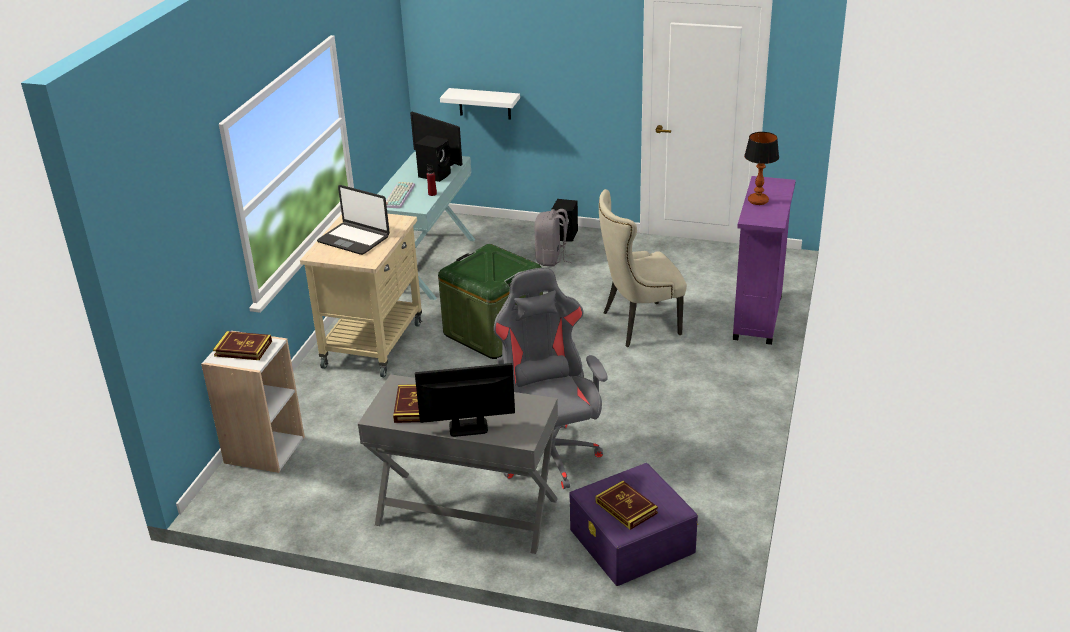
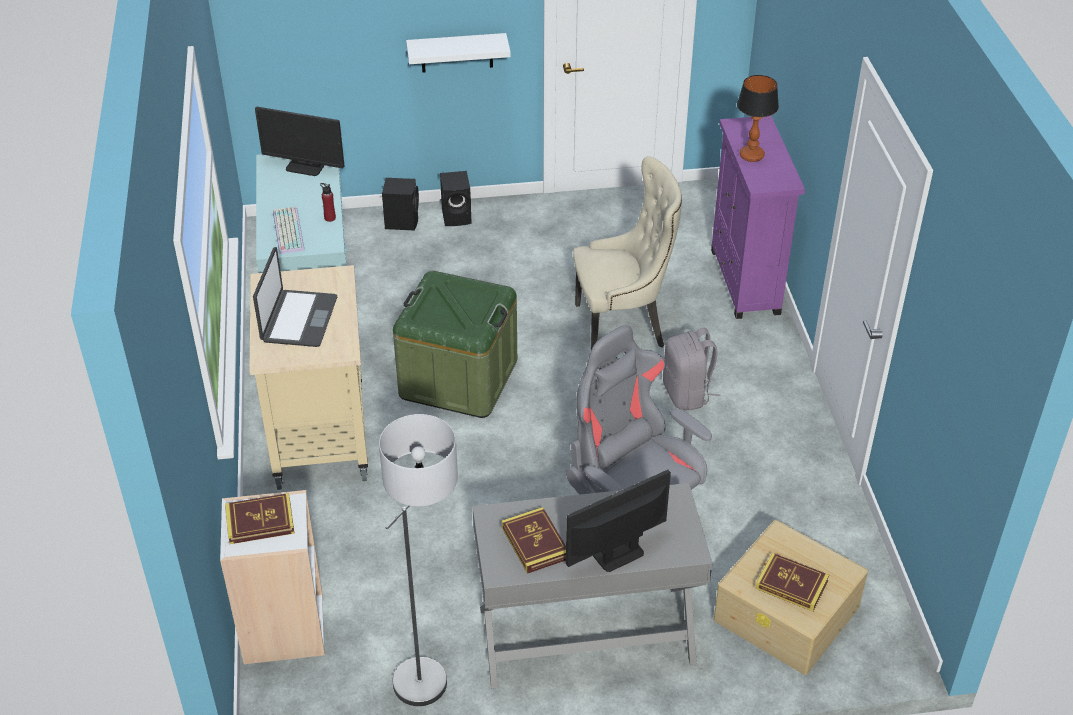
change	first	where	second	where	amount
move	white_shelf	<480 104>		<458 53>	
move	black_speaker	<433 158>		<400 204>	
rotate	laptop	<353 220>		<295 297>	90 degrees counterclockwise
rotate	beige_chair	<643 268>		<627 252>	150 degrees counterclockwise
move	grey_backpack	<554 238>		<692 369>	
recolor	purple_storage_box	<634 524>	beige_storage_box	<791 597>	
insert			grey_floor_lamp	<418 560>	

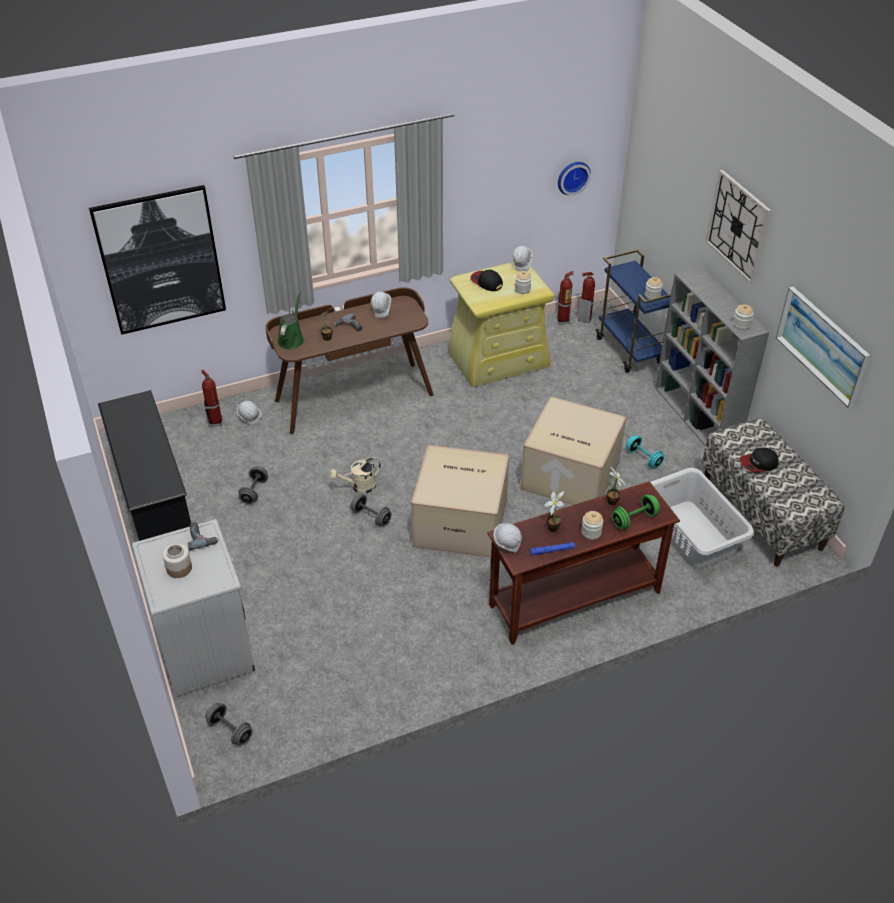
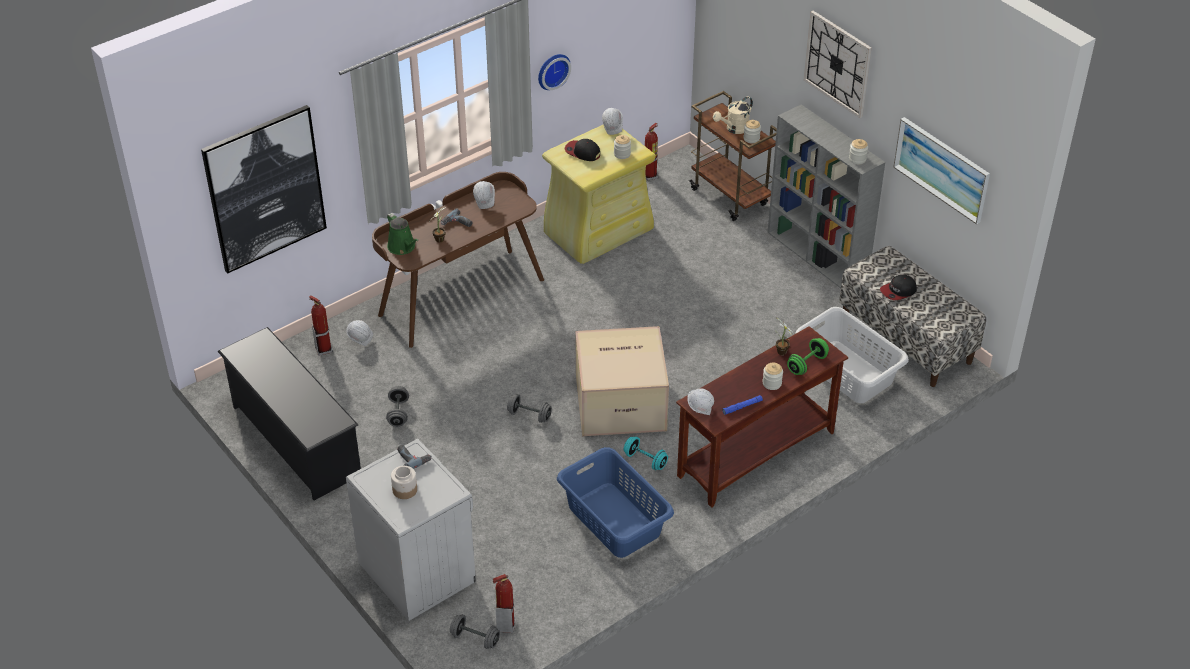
change	first	where	second	where	amount
move	wall_clock	<574 178>		<554 72>	
recolor	blue_cart	<634 311>	brown_cart	<733 156>	
move	fire_extinguisher	<586 297>		<504 603>	
rotate	green_watering_can	<290 321>		<403 234>	150 degrees clockwise
delete	cardboard_box	<573 451>			
move	turquoise_dumbbell	<645 452>		<646 453>	
move	beige_watering_can	<355 475>		<733 115>	
delete	potted_plant	<554 511>			
insert			blue_laundry_basket	<615 502>	

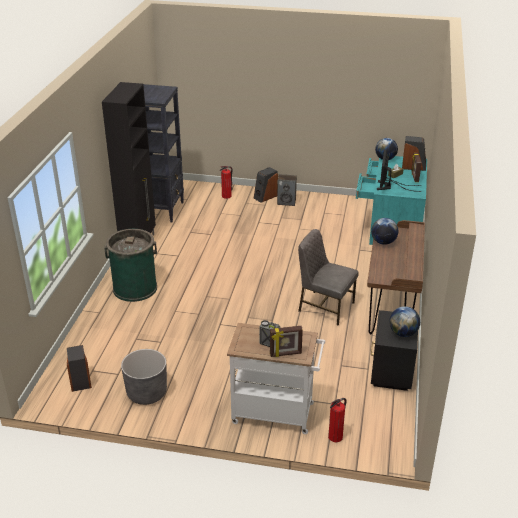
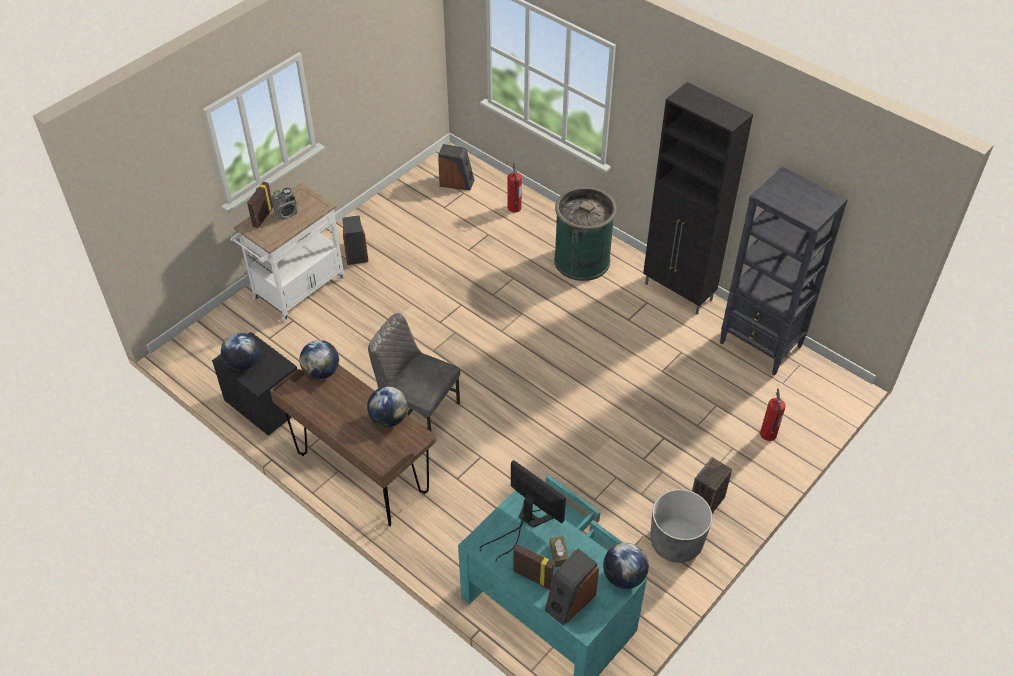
change	first	where	second	where	amount
move	speaker	<266 185>		<355 240>	
rotate	grey_chair	<328 277>		<414 372>	120 degrees counterclockwise
move	grey_planter	<144 377>		<681 526>	
move	fire_extinguisher	<337 420>		<514 188>	
insert			globe	<319 359>	

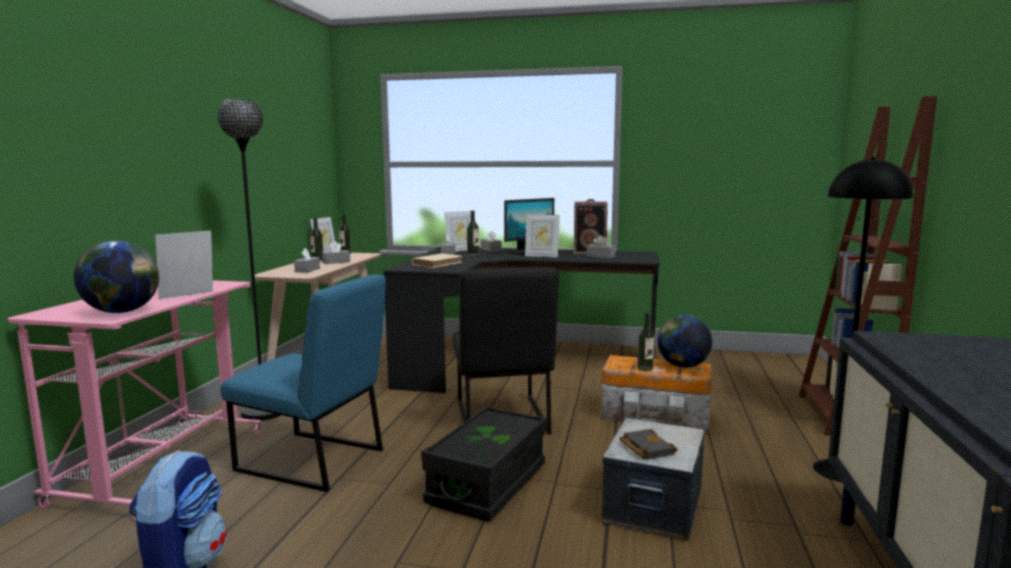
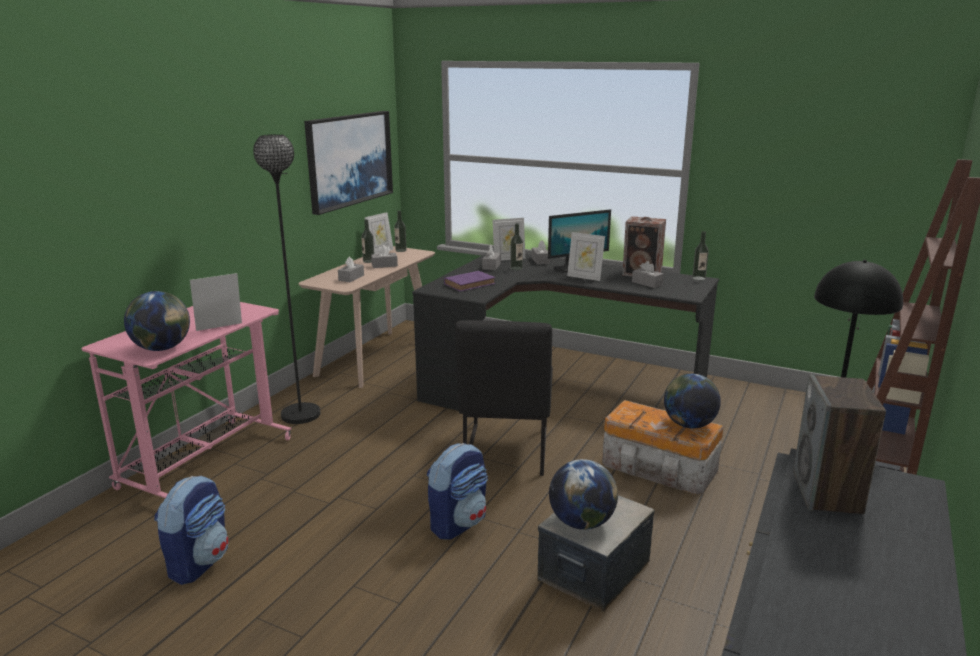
change	first	where	second	where	amount
recolor	beige_book	<437 260>	purple_book	<469 281>	
delete	blue_chair	<303 383>			
move	bottle	<646 342>		<700 255>	
replace	black_storage_box	<484 463>	backpack	<457 491>	
replace	black_book	<648 444>	globe	<583 494>	
insert			picture	<348 163>	
insert			speaker	<839 444>	

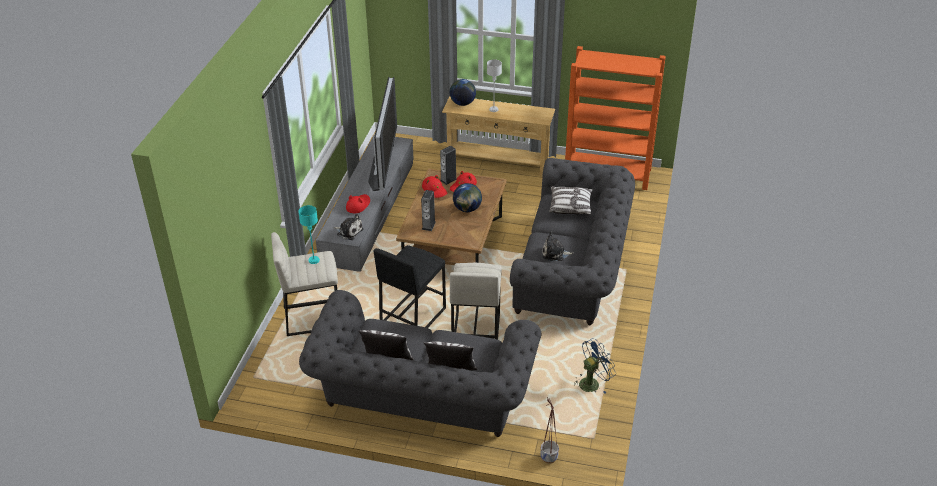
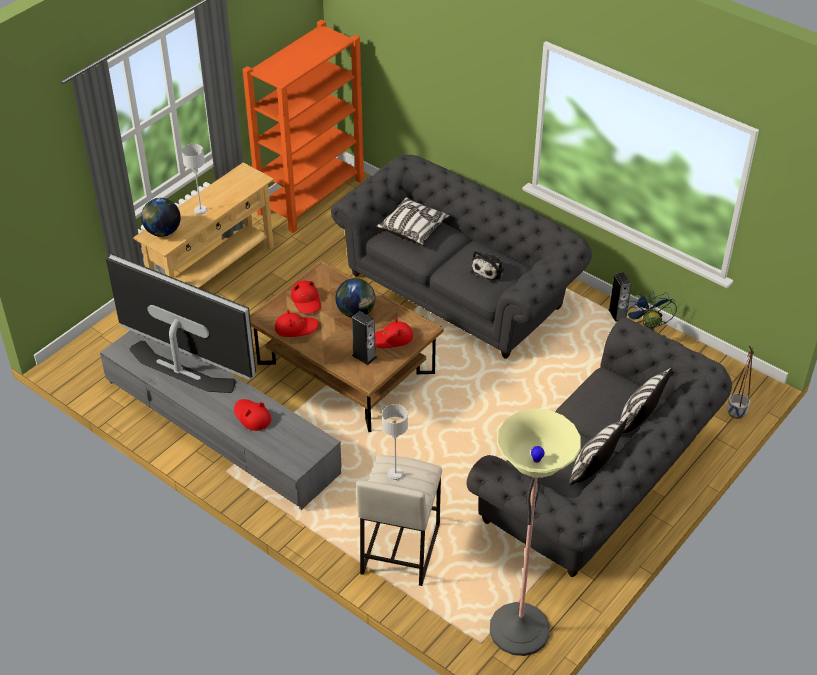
change	first	where	second	where	amount
move	speaker	<448 165>		<620 297>	
recolor	turquoise_table_lamp	<309 234>	grey_table_lamp	<395 442>	
delete	plush_toy	<348 227>			
delete	black_stool	<410 286>			
delete	beige_stool	<476 301>			
insert			red_hat	<394 333>	
insert			floor_lamp	<535 532>	

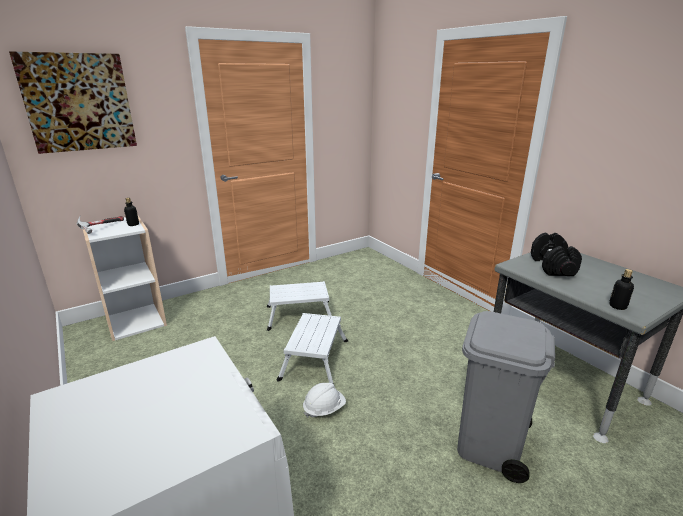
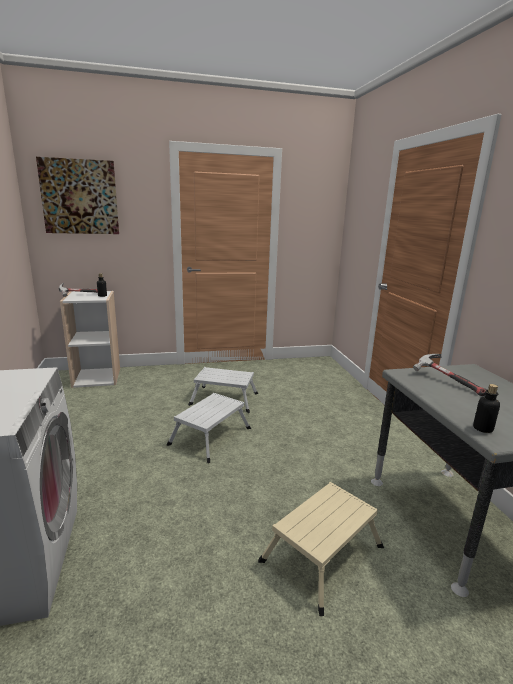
change	first	where	second	where	amount
replace	black_dumbbell	<556 254>	hammer	<450 375>	
replace	grey_trash_can	<506 397>	beige_step_ladder	<321 549>	
delete	white_hard_hat	<324 400>			

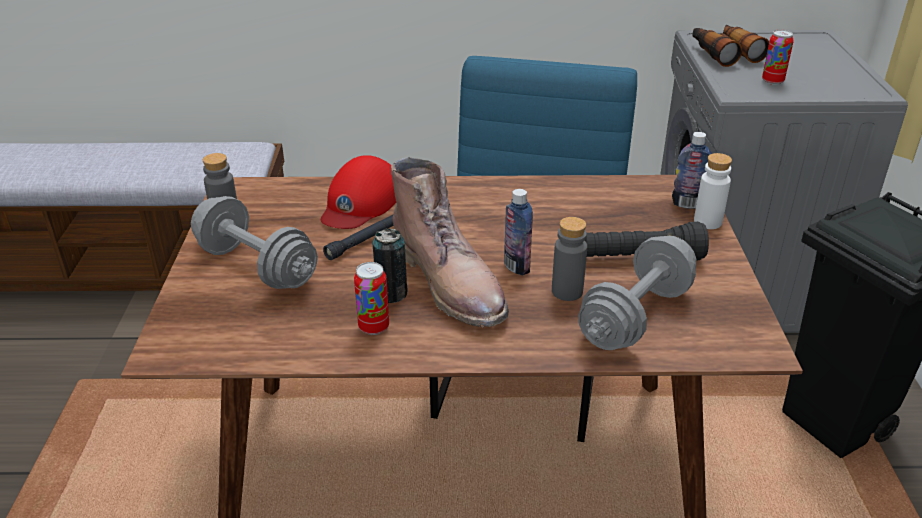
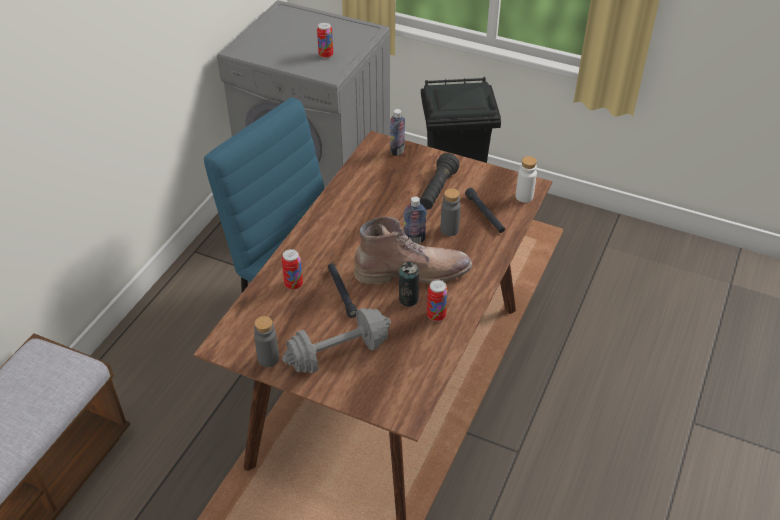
change	first	where	second	where	amount
delete	binoculars	<730 45>			
move	white_bottle	<713 191>		<526 179>	
replace	red_cap	<358 192>	can	<292 269>	
replace	grey_dumbbell	<637 293>	black_flashlight	<485 210>	

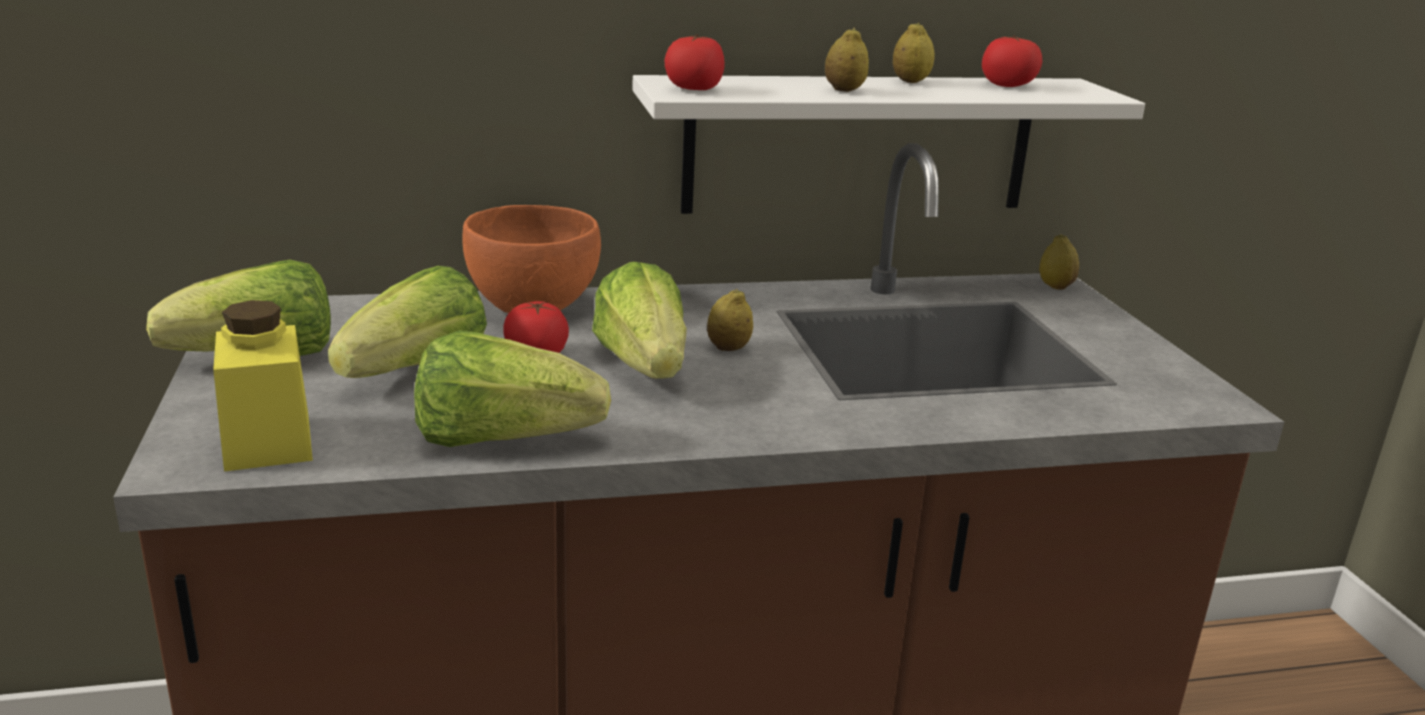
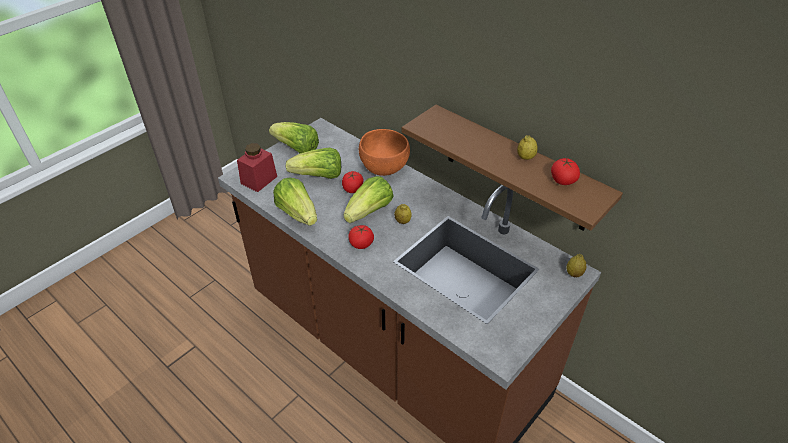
change	first	where	second	where	amount
delete	lemon	<847 60>			
move	tomato	<694 62>		<361 237>	
recolor	white_shelf	<888 144>	brown_shelf	<512 168>	
recolor	yellow_jar	<263 386>	red_jar	<257 167>	

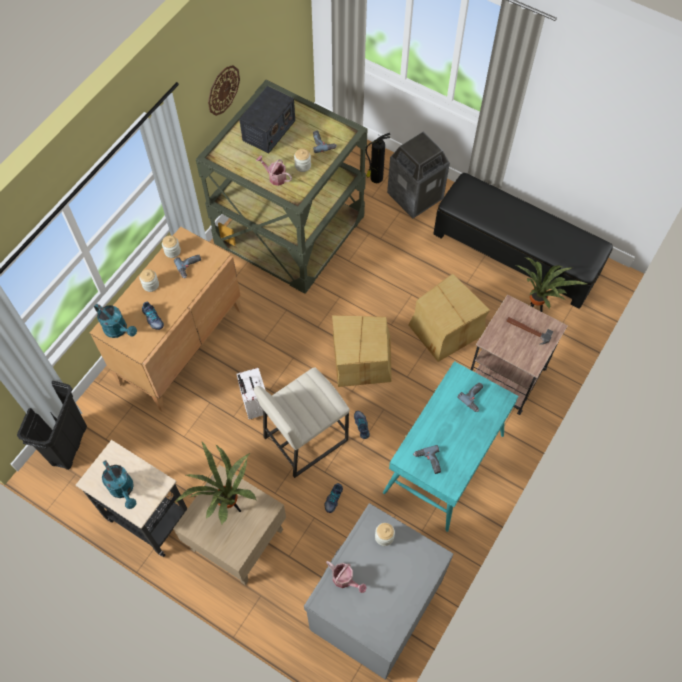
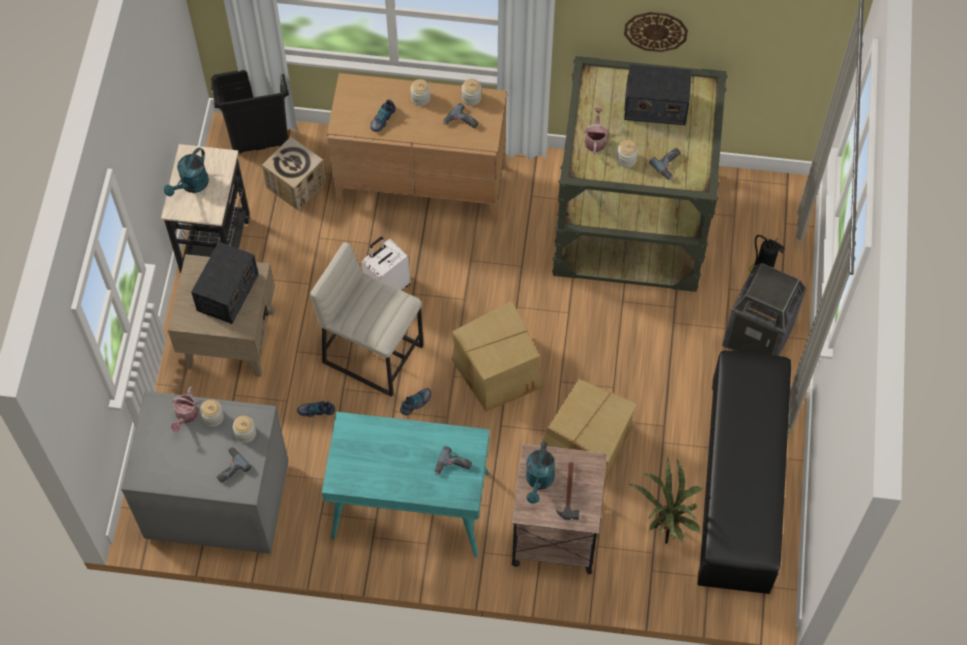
change	first	where	second	where	amount
move	turquoise_watering_can	<115 321>		<540 473>	
replace	potted_plant	<216 483>	radio	<224 283>	
move	power_drill	<427 459>		<234 465>	
insert			cardboard_box	<294 173>	
insert			jar	<212 413>	

